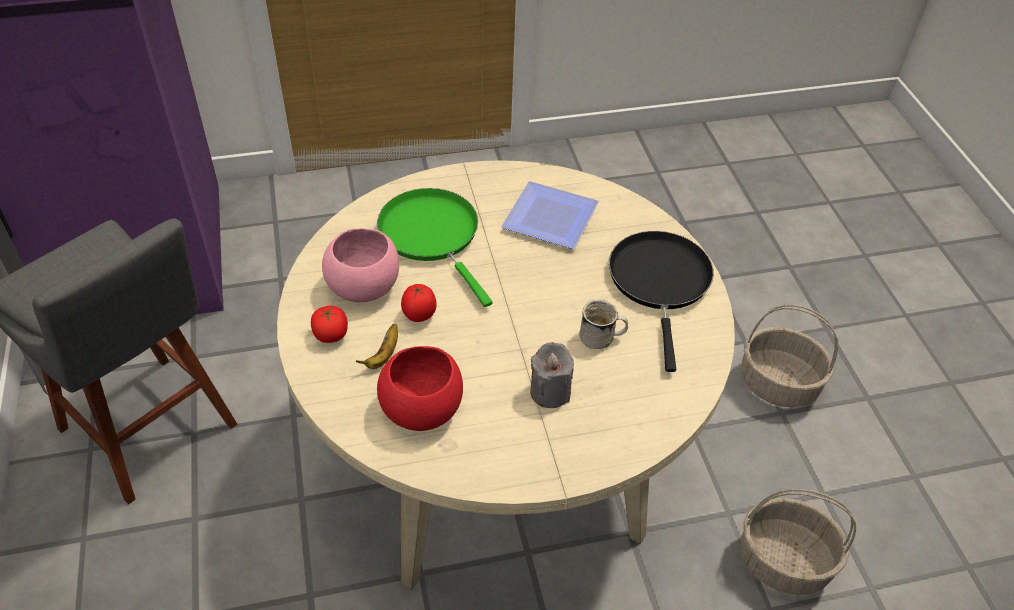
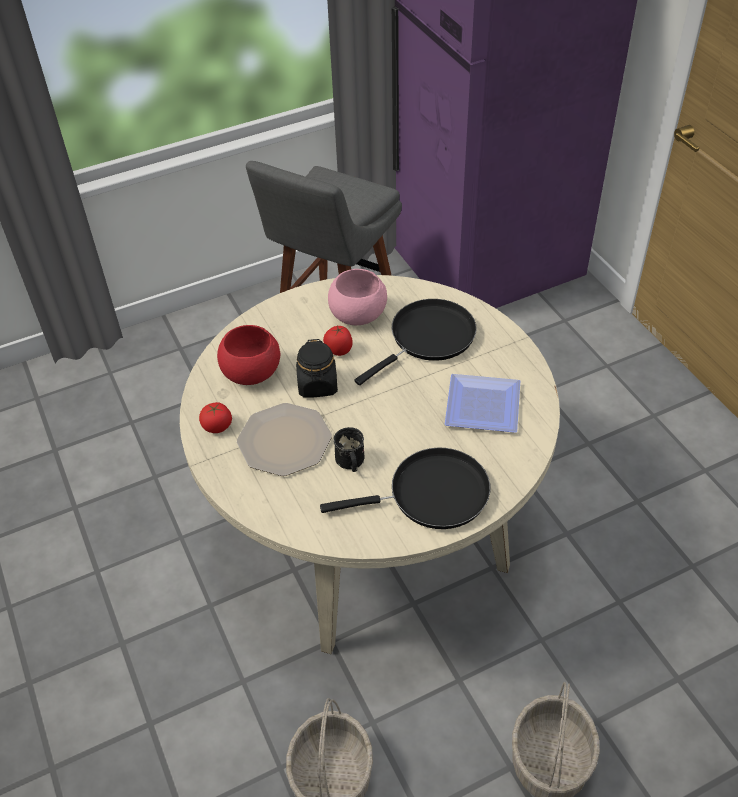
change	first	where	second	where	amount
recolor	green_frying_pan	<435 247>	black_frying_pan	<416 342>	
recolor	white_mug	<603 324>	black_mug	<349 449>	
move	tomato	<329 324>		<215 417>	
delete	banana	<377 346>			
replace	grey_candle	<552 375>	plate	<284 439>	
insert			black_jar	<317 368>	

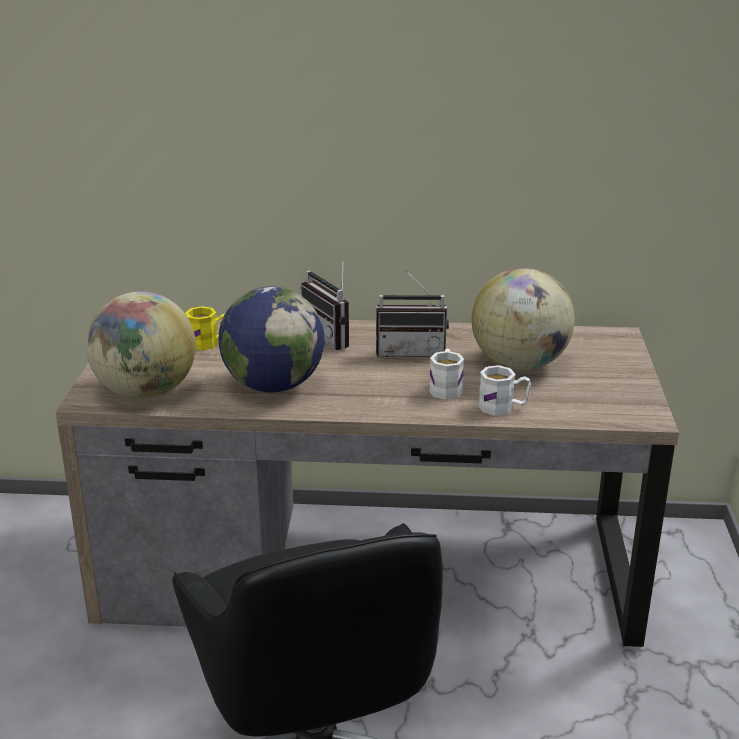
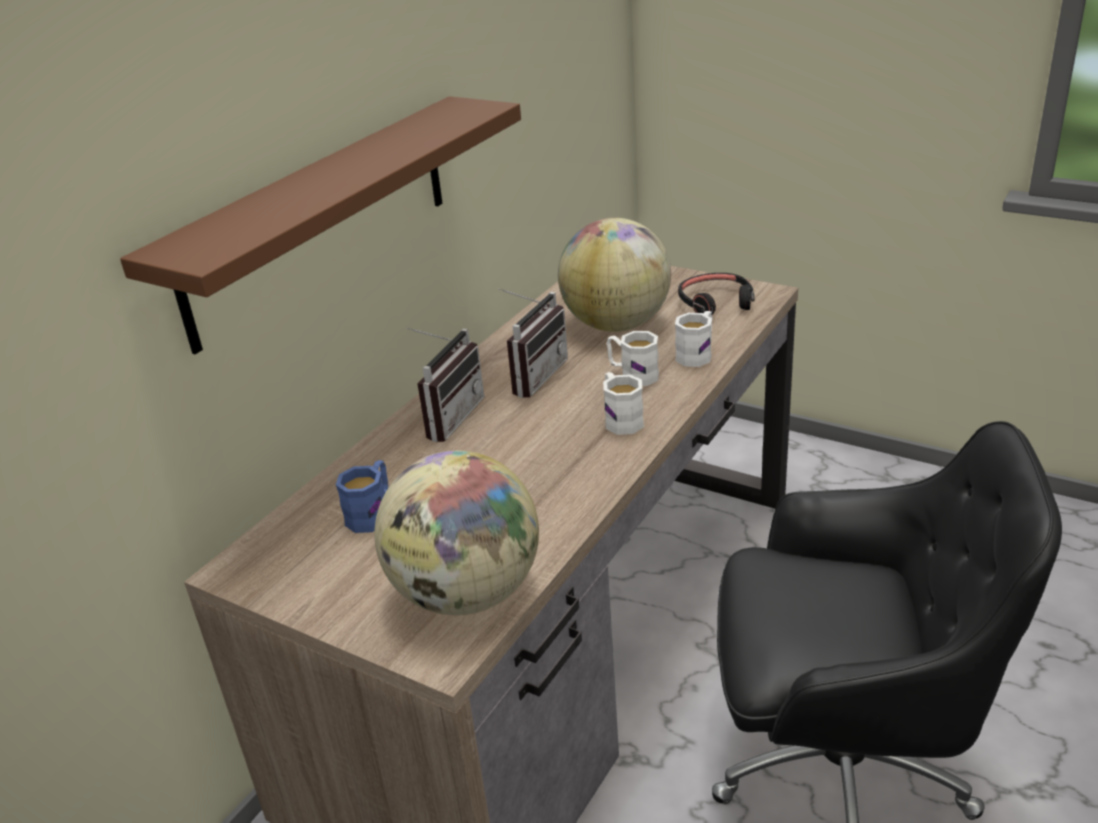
change	first	where	second	where	amount
rotate	radio	<325 303>		<445 385>	60 degrees counterclockwise
delete	globe	<271 339>			
recolor	yellow_mug	<205 328>	blue_mug	<362 496>	
insert			brown_shelf	<320 225>	
insert			black_headphones	<716 294>	
insert			white_mug	<623 403>	

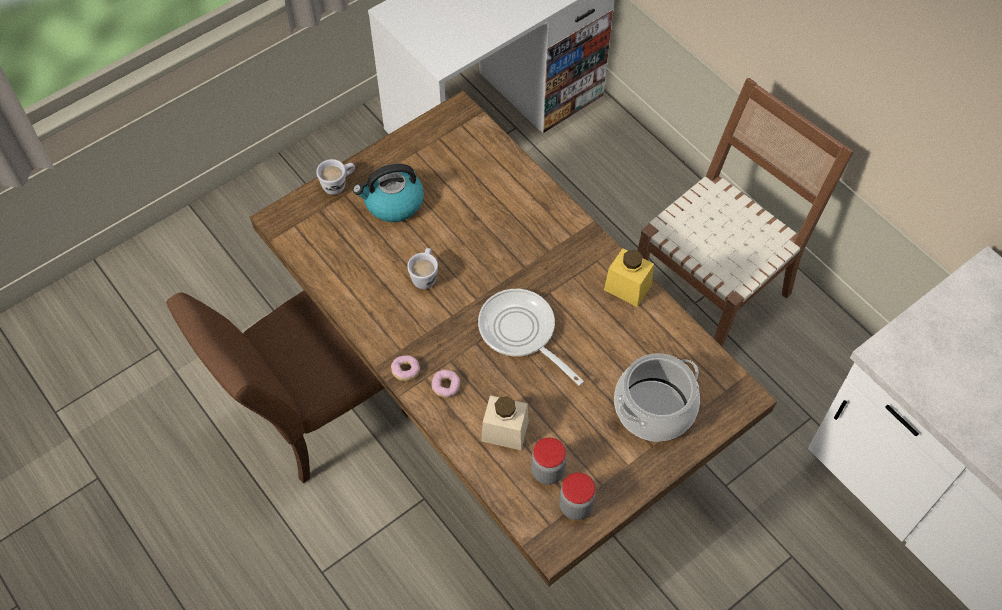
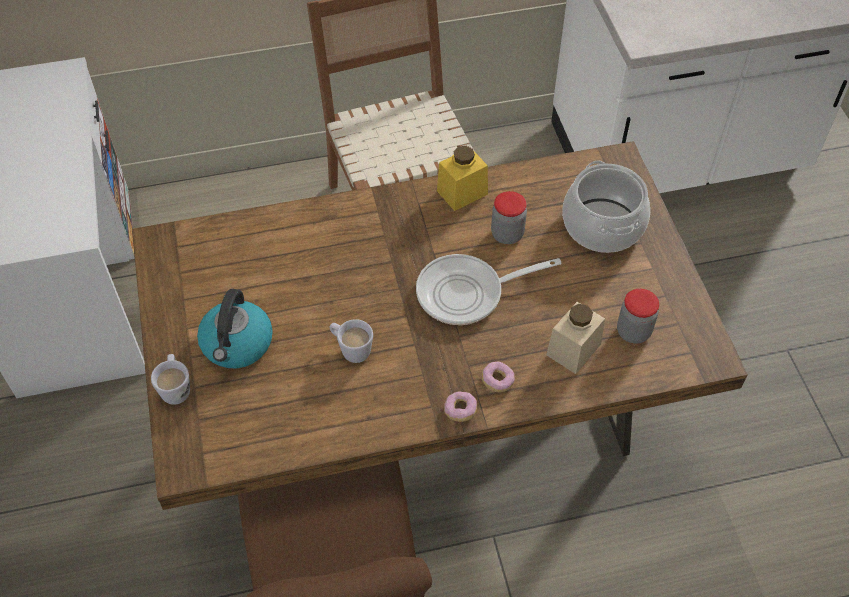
change	first	where	second	where	amount
move	jar	<577 496>		<509 217>	

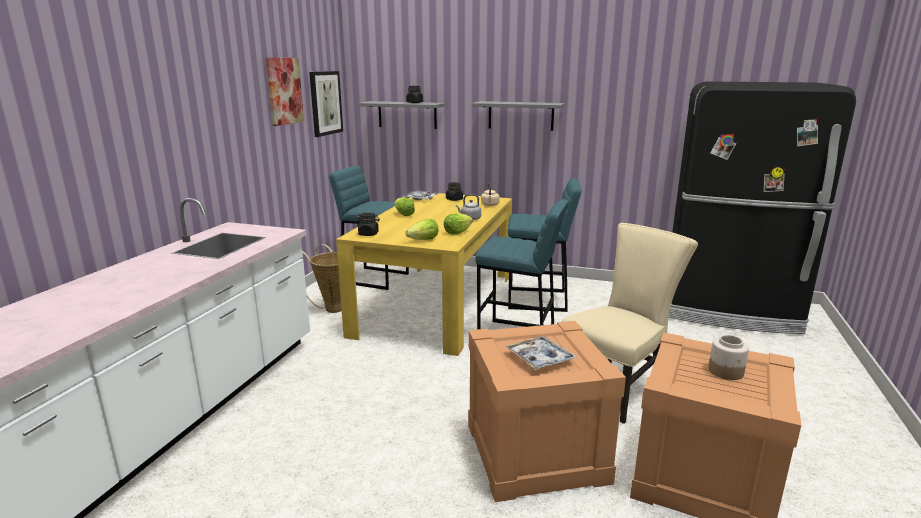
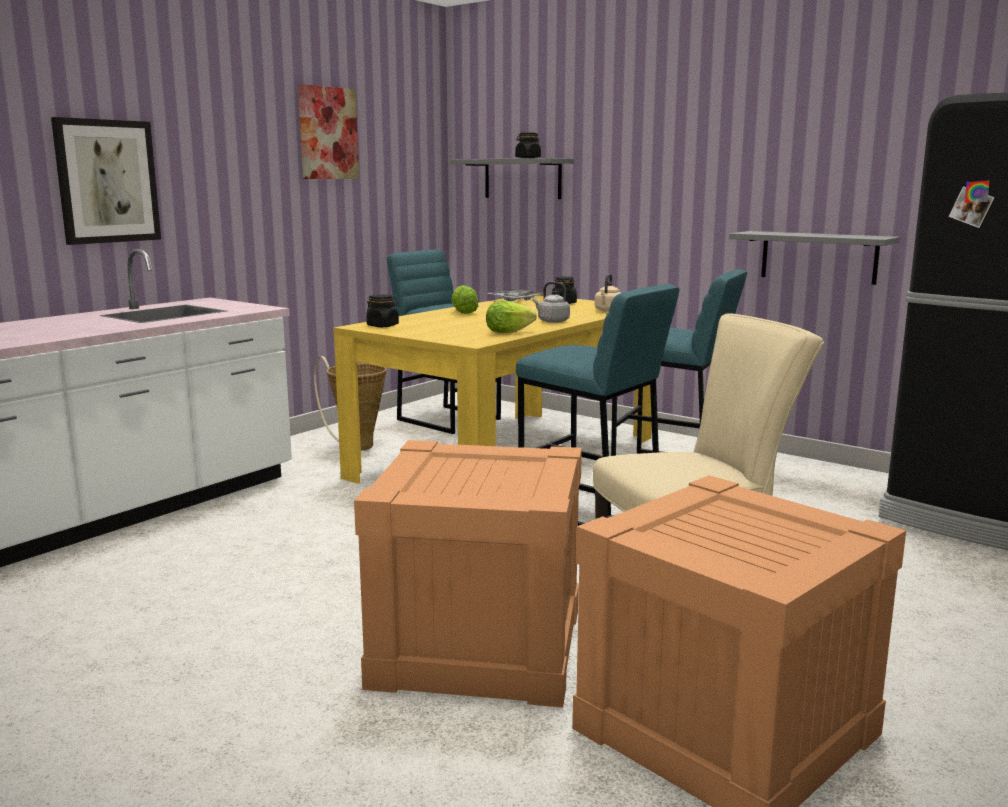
change	first	where	second	where	amount
move	picture	<326 104>		<106 181>	
move	grey_shelf	<518 116>		<814 258>	
delete	lettuce	<421 229>			
delete	jar	<729 357>			
delete	tray	<541 353>			

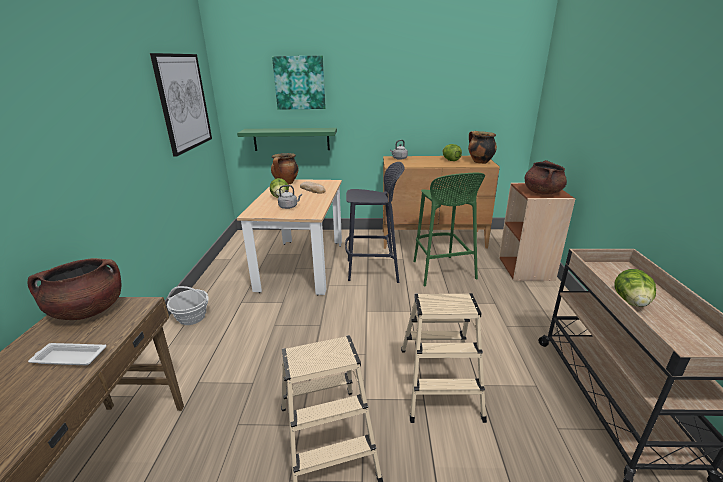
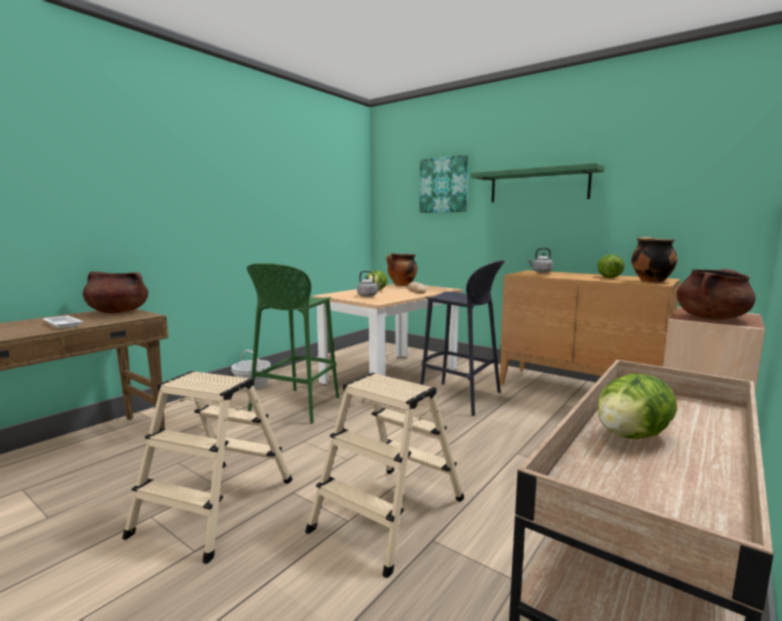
change	first	where	second	where	amount
delete	picture	<181 105>			
move	green_shelf	<287 139>		<538 182>	
move	green_stool	<449 229>		<293 343>	

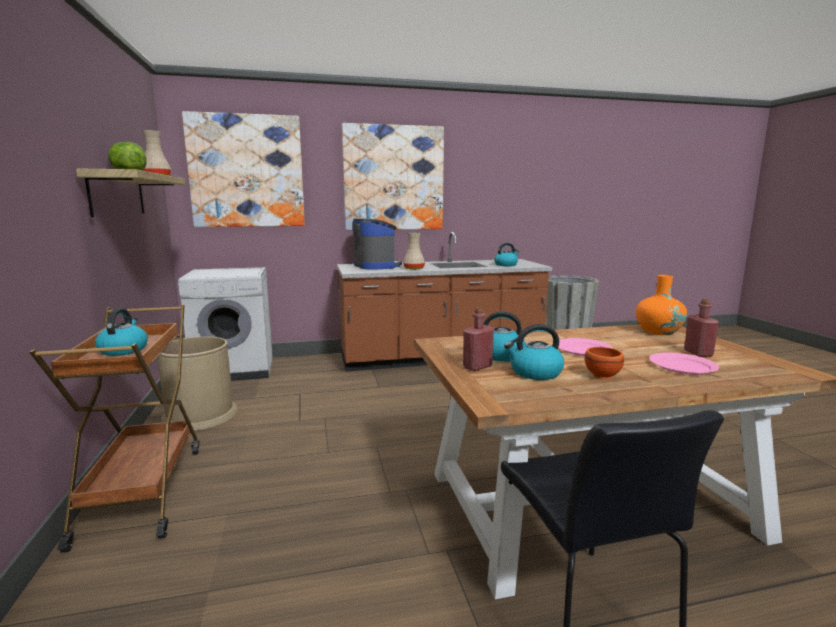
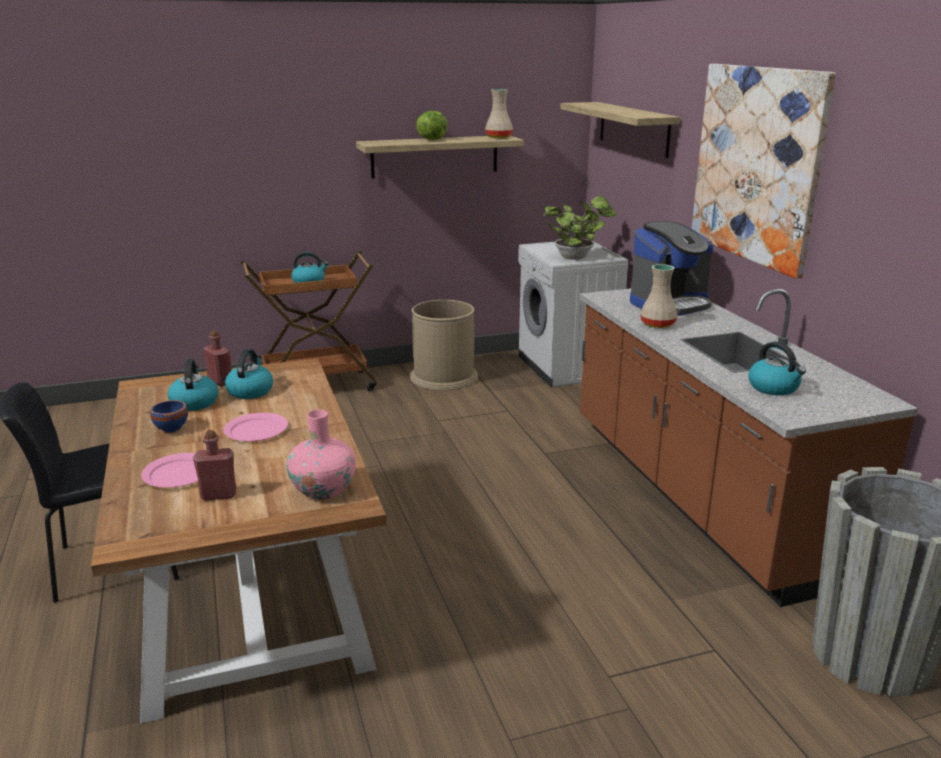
change	first	where	second	where	amount
replace	picture	<243 169>	shelf	<620 130>	
recolor	orange_vase	<661 305>	pink_vase	<321 455>	
recolor	brown_bowl	<604 363>	blue_bowl	<169 416>	
insert			potted_plant	<579 228>	

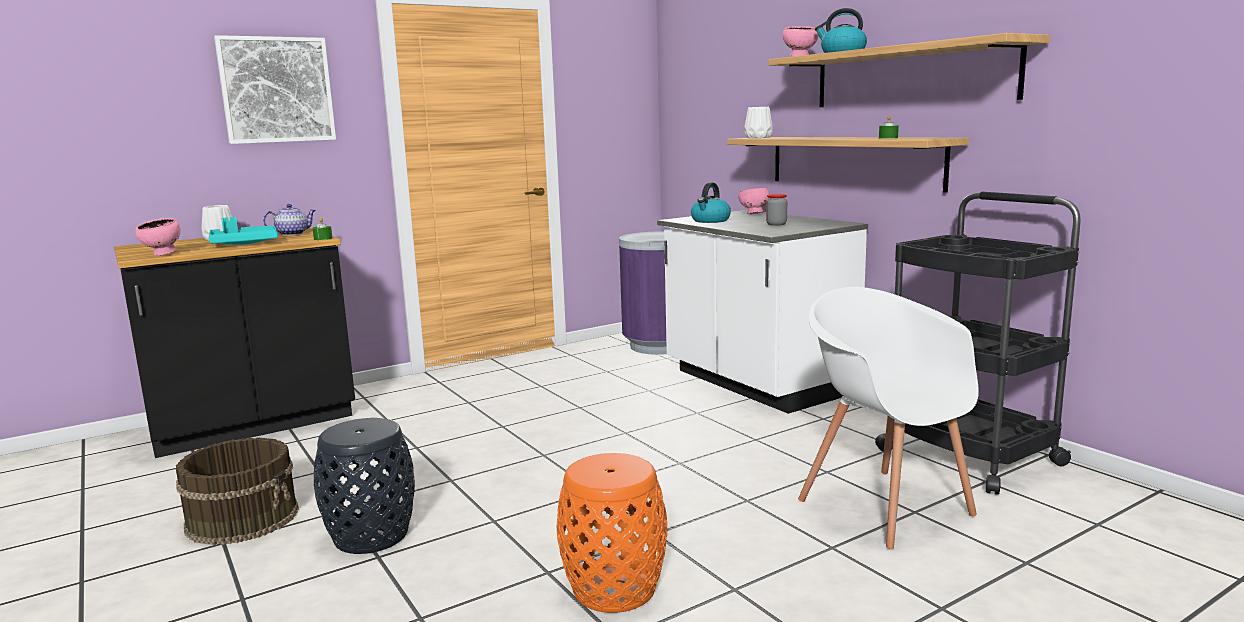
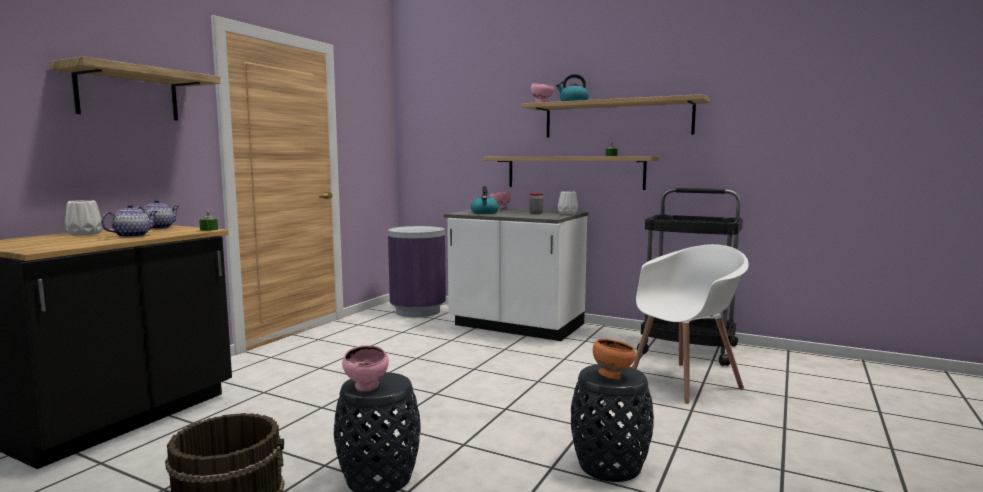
change	first	where	second	where	amount
replace	picture	<275 89>	shelf	<135 88>	
move	white_vase	<758 122>		<568 202>	
replace	turquoise_tray	<243 231>	teapot	<129 220>	
move	pink_bowl	<158 237>		<365 368>	
rotate	white_chair	<888 418>		<690 324>	120 degrees clockwise
recolor	orange_stool	<612 533>	black_stool	<612 423>	
insert			orange_bowl	<614 359>	

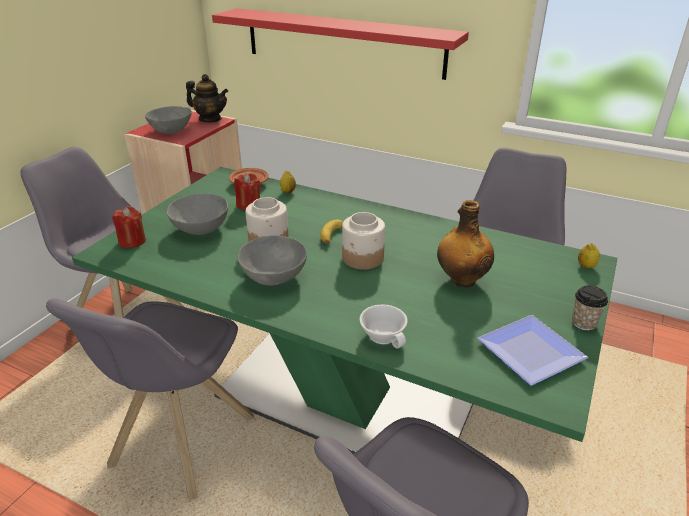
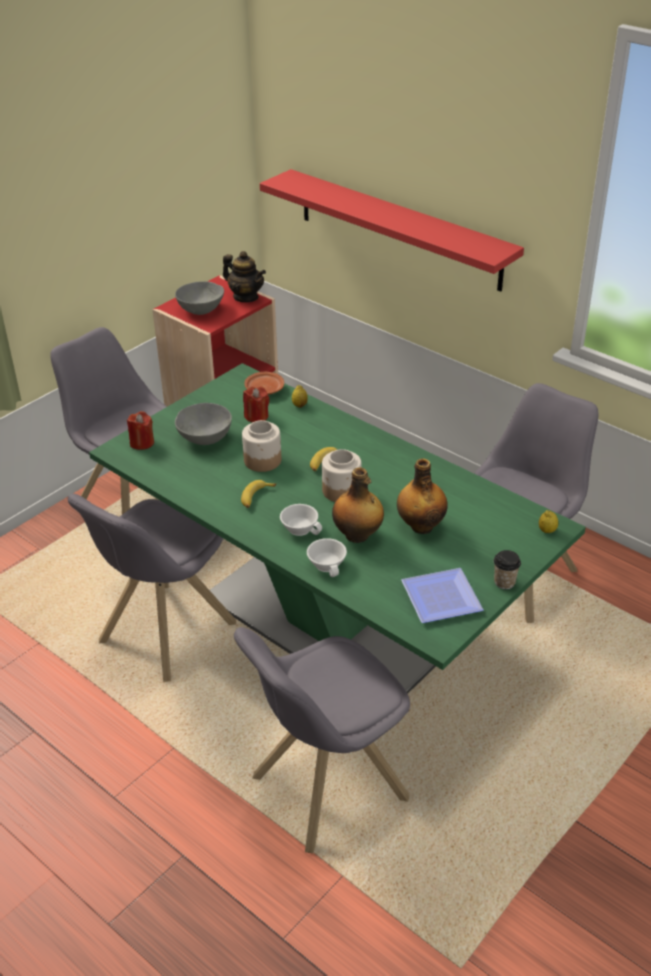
change	first	where	second	where	amount
replace	grey_bowl	<272 261>	banana	<258 494>	
insert			bottle	<358 505>	
insert			white_cup	<301 520>	

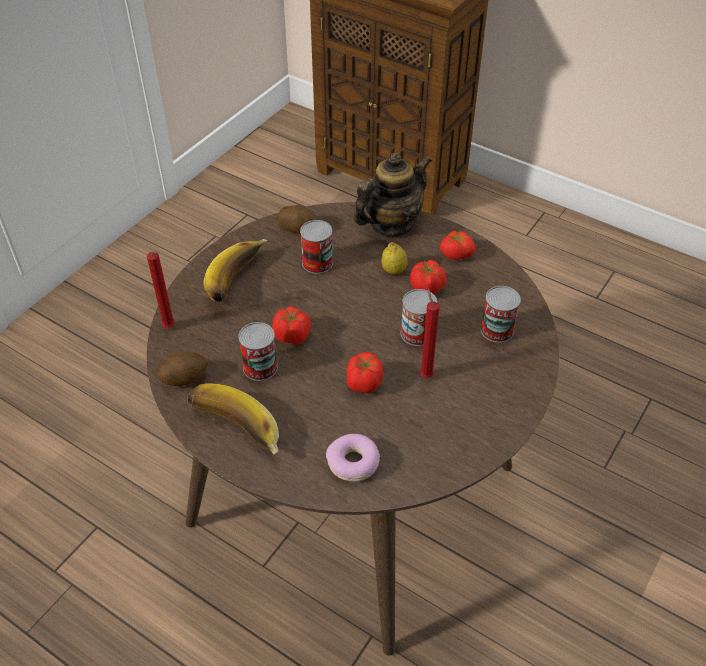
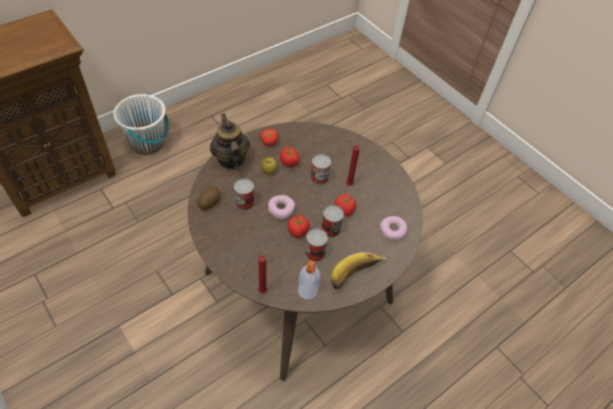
change	first	where	second	where	amount
delete	banana	<235 270>			
move	can	<501 314>		<332 221>	
replace	potato	<182 369>	soap_dispenser	<309 280>	
insert			white_bucket	<141 124>	
insert			donut	<281 207>	

